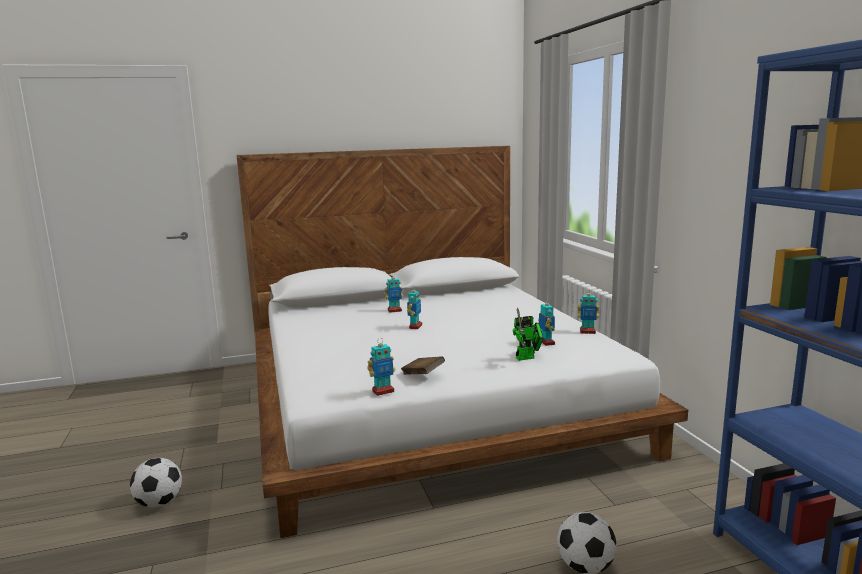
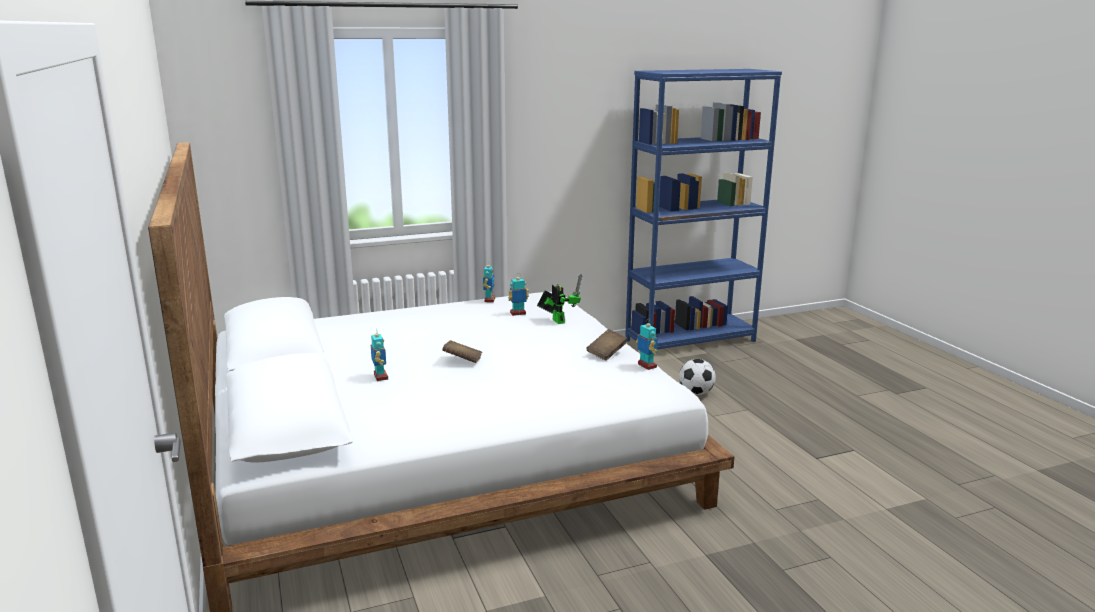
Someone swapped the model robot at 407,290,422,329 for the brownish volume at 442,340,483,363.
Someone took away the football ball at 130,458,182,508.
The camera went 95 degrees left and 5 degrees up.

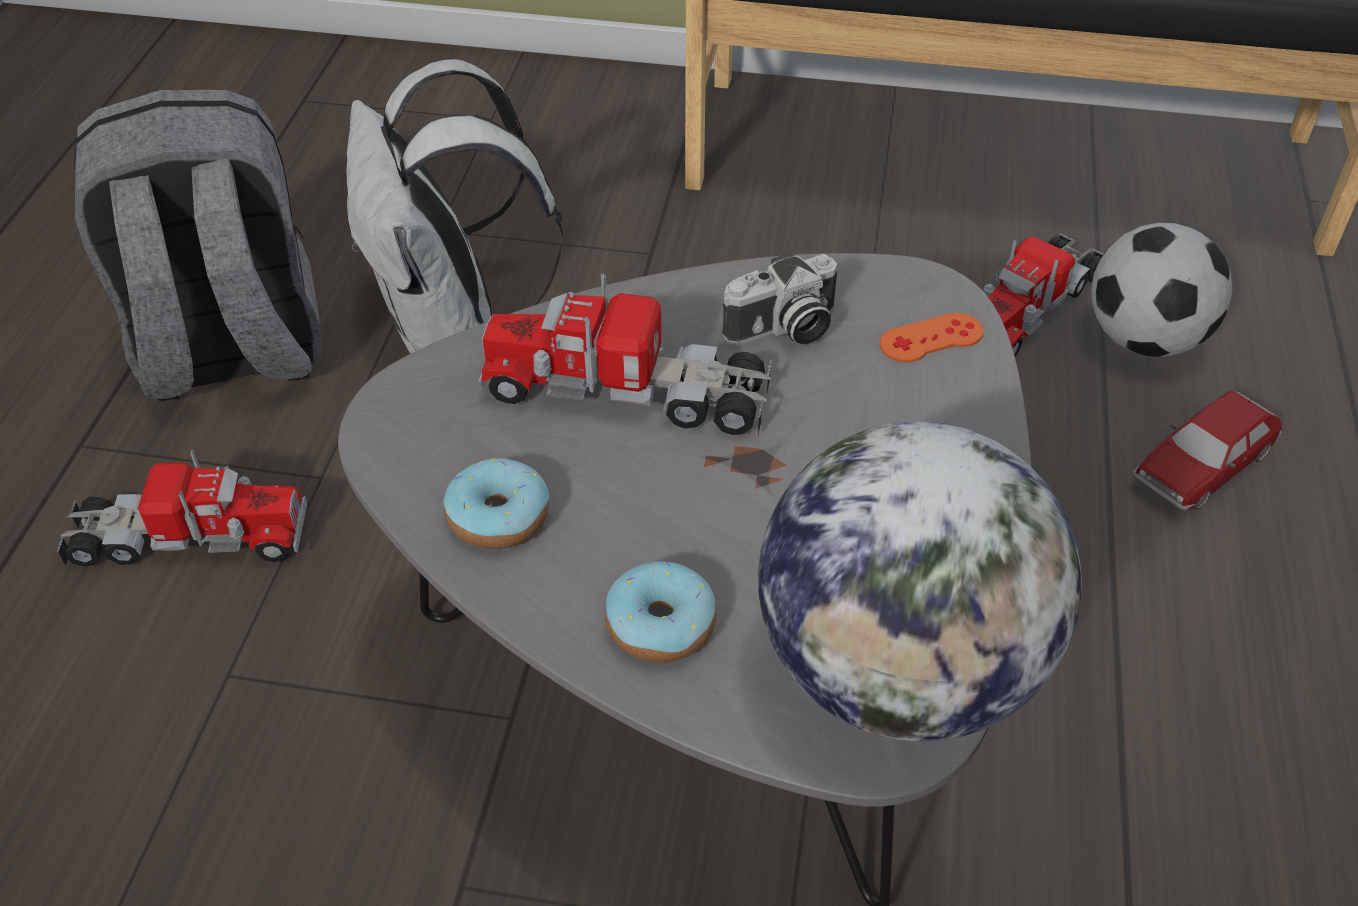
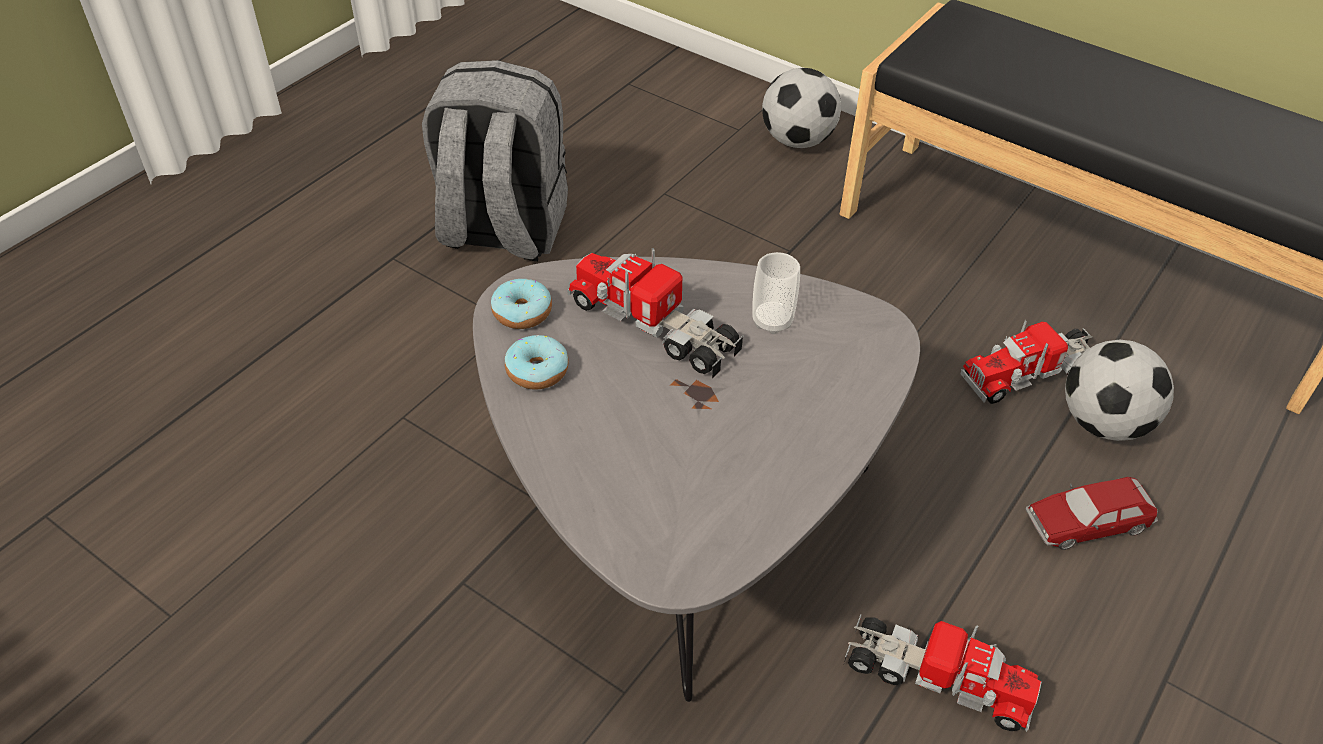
Someone took away the white-coloured knapsack at 347,59,564,354.
Someone swapped the photo camera at 722,253,837,345 for the cup at 752,252,800,334.
Someone took away the orangey game controller at 880,313,983,362.
Someone took away the desk globe at 758,421,1082,742.
Someone carried the model truck from 57,449,307,567 to 844,615,1041,732.
Someone carried the ring doughnut from 605,561,717,662 to 491,279,552,329.
Someone put down the football ball at 762,68,841,148.
The camera went 25 degrees right and 0 degrees up.

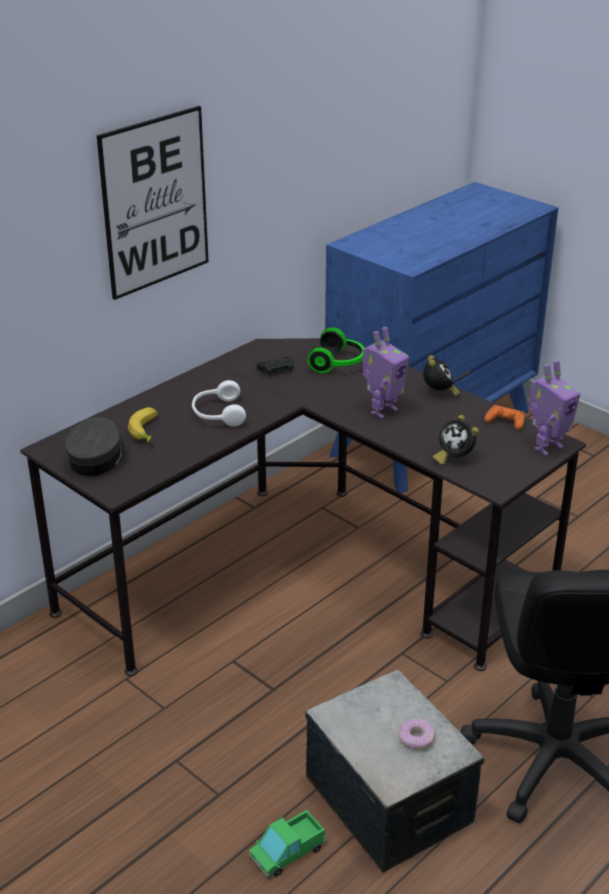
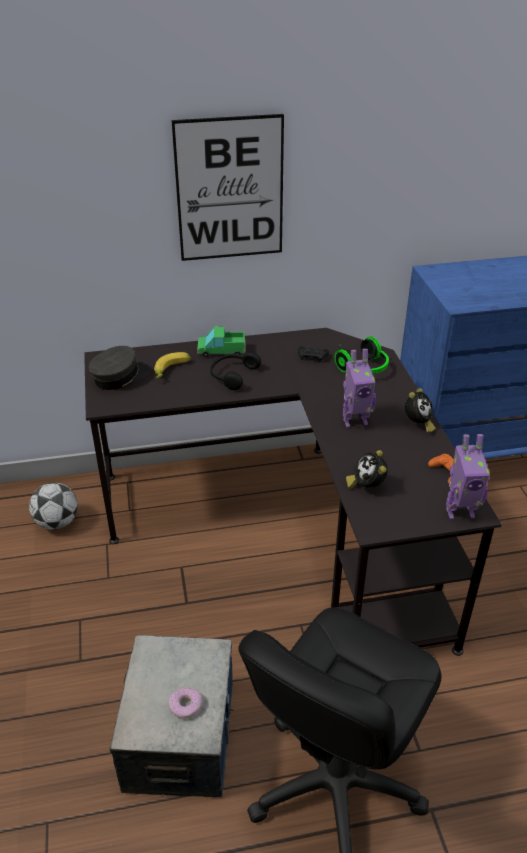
Someone repainted the white-coloured headset at 192,380,246,427, which became the black-coloured headset at 210,352,261,390.
Someone carried the model truck from 248,810,326,878 to 197,326,245,357.
Someone put down the football ball at 29,482,78,530.
The camera went 35 degrees right and 5 degrees up.

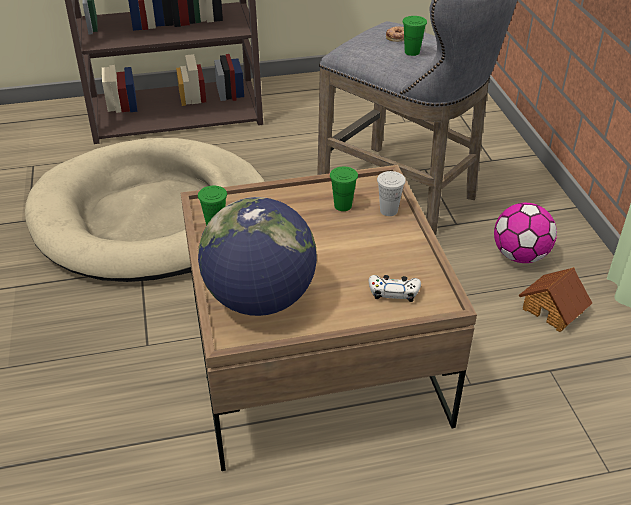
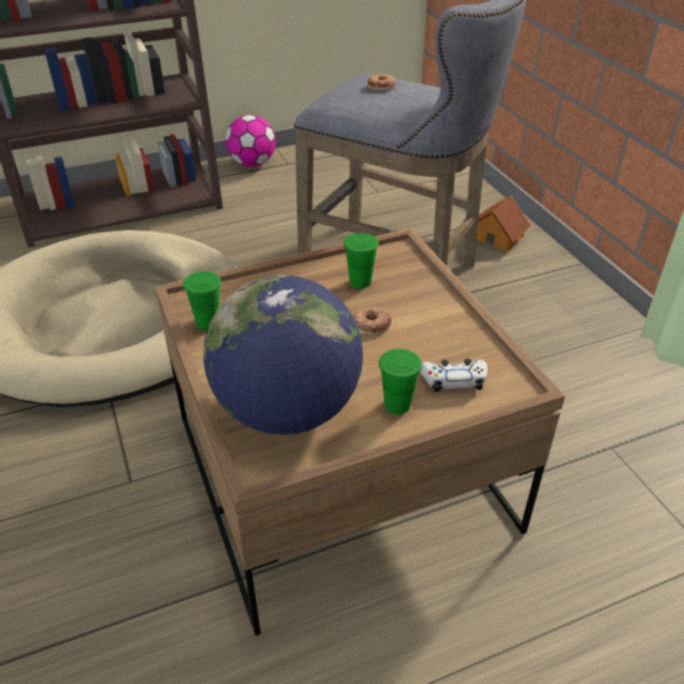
Someone carried the greenish cup from 403,16,427,56 to 379,349,422,414.
Someone took away the white-coloured cup at 377,171,406,216.
Someone carried the football ball from 494,203,557,263 to 225,115,276,167.
Someone carried the toy house from 519,267,592,332 to 476,195,531,252.
Someone put down the ring doughnut at 353,305,391,336.
The camera went 10 degrees left and 0 degrees up.

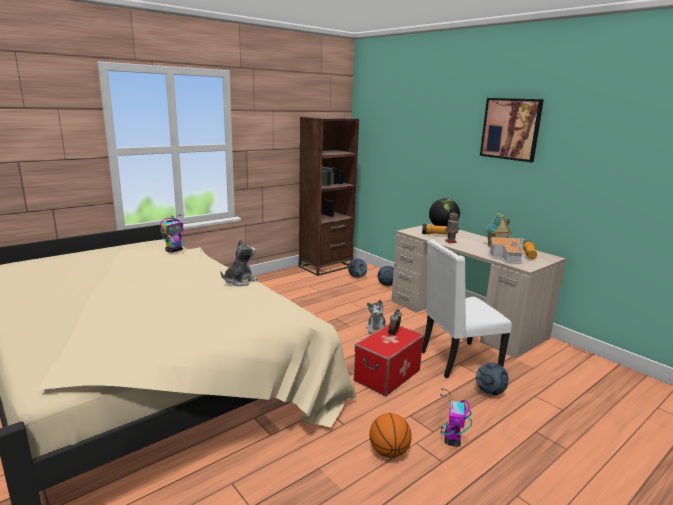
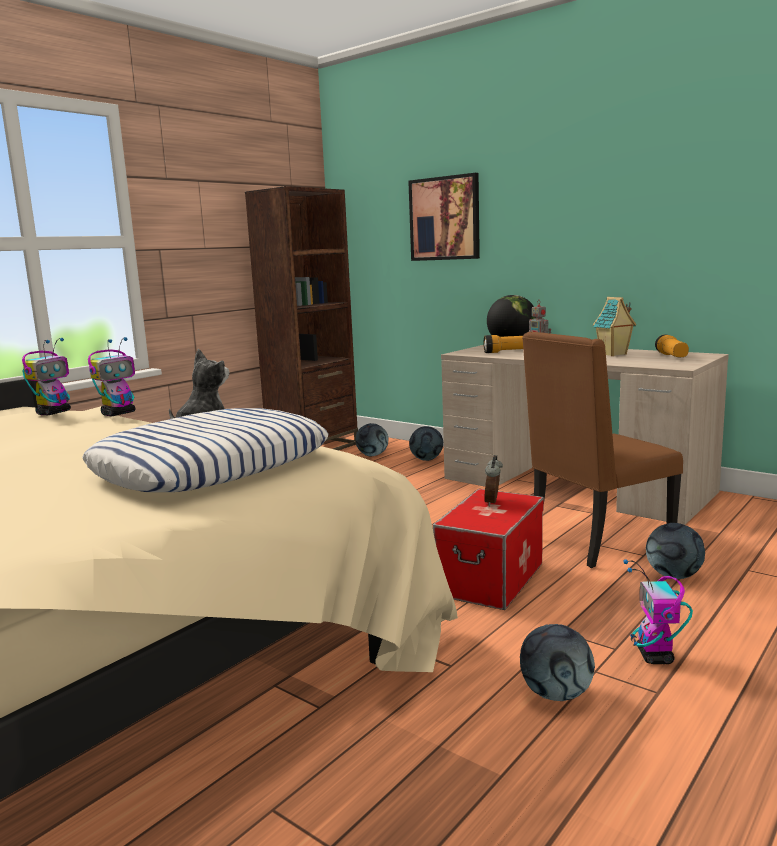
Someone carried the wall picture from 480,98,544,162 to 408,173,480,261.
Someone took away the toy house at 488,237,526,264.
Someone repainted the white-coloured upright chair at 422,239,512,378, which became the brownish upright chair at 522,332,683,568.
Someone took away the cuddly toy at 366,300,386,334.
Someone swapped the basketball at 369,413,412,458 for the football ball at 520,624,595,701.
Someone put down the model robot at 88,337,136,416.
Someone put down the throw pillow at 82,408,328,492.
The camera went 10 degrees left and 5 degrees down.

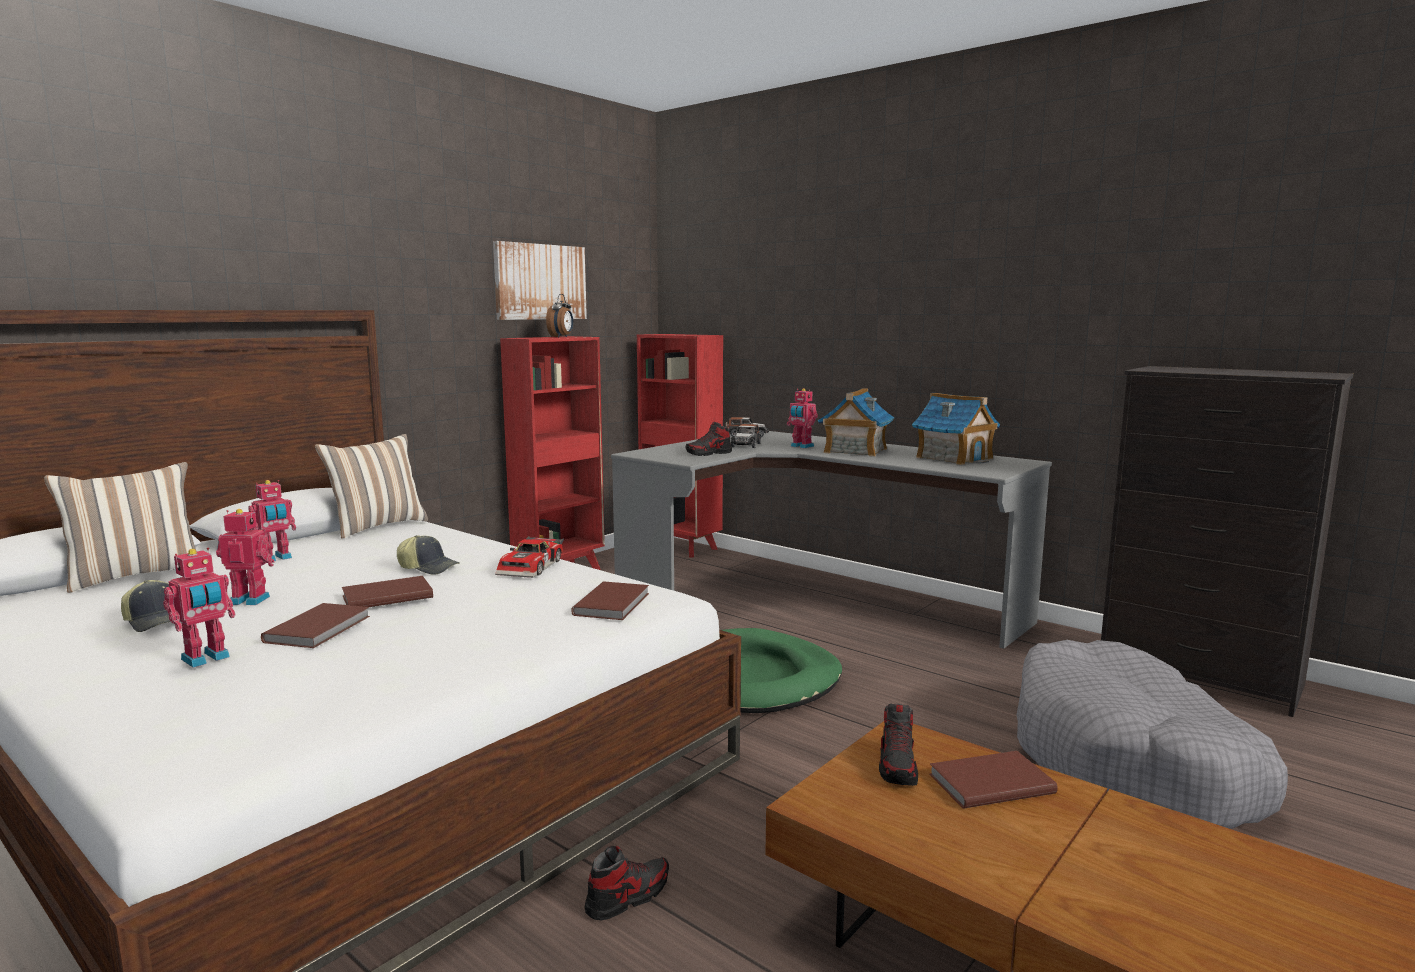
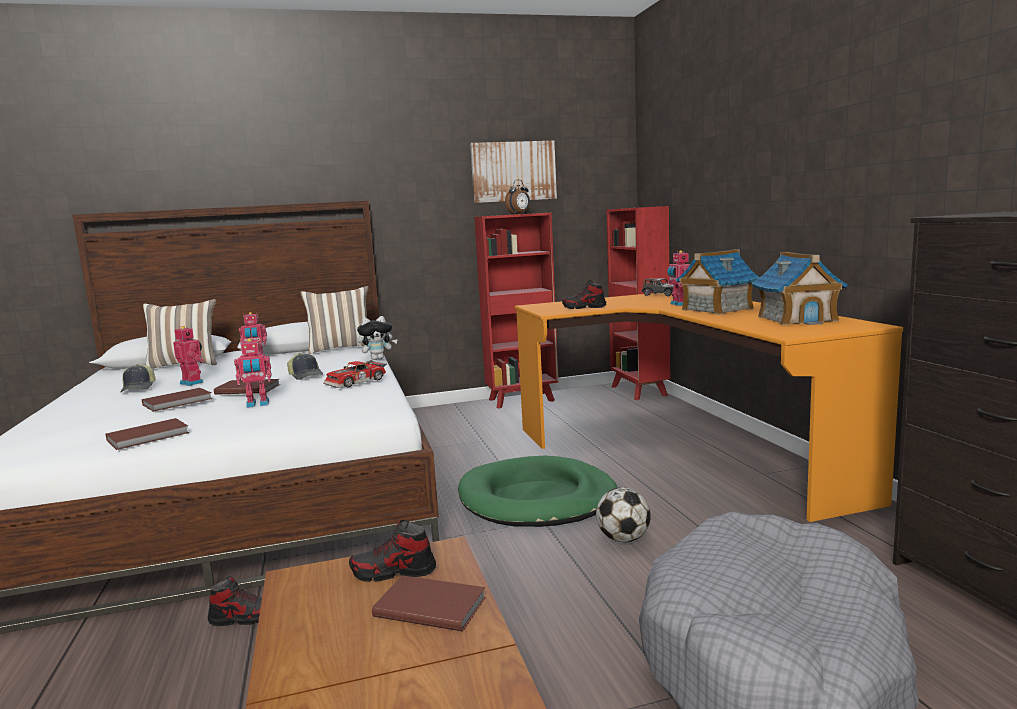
Someone took away the miniature car at 731,424,761,448.
Someone repainted the grey desk at 611,431,1052,649, which became the orangey desk at 515,293,903,522.
Someone carried the model robot from 163,548,235,668 to 234,338,271,408.
Someone carried the brownish volume from 571,581,649,620 to 106,418,189,450.
Someone rotated the low shoe at 879,704,918,786 by 45 degrees clockwise.
Someone put down the cuddly toy at 357,316,398,360.
Someone put down the football ball at 596,487,651,543.
The camera went 35 degrees right and 0 degrees up.

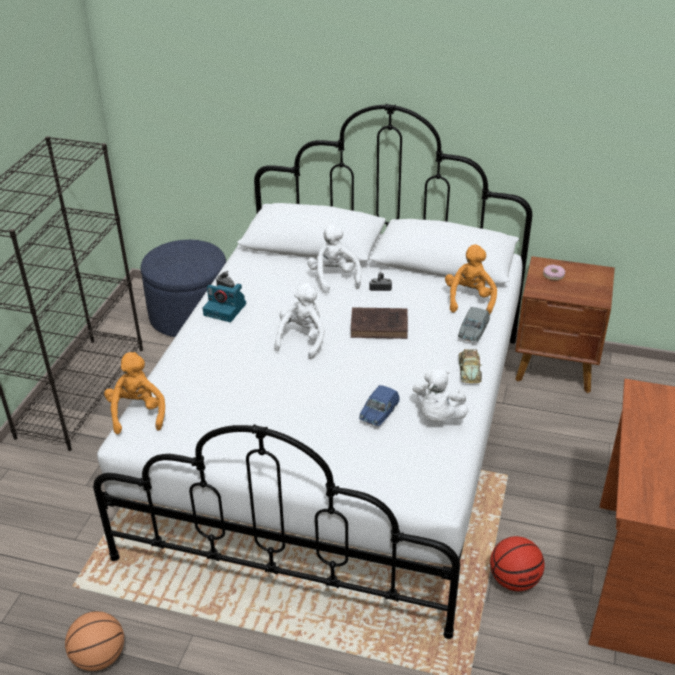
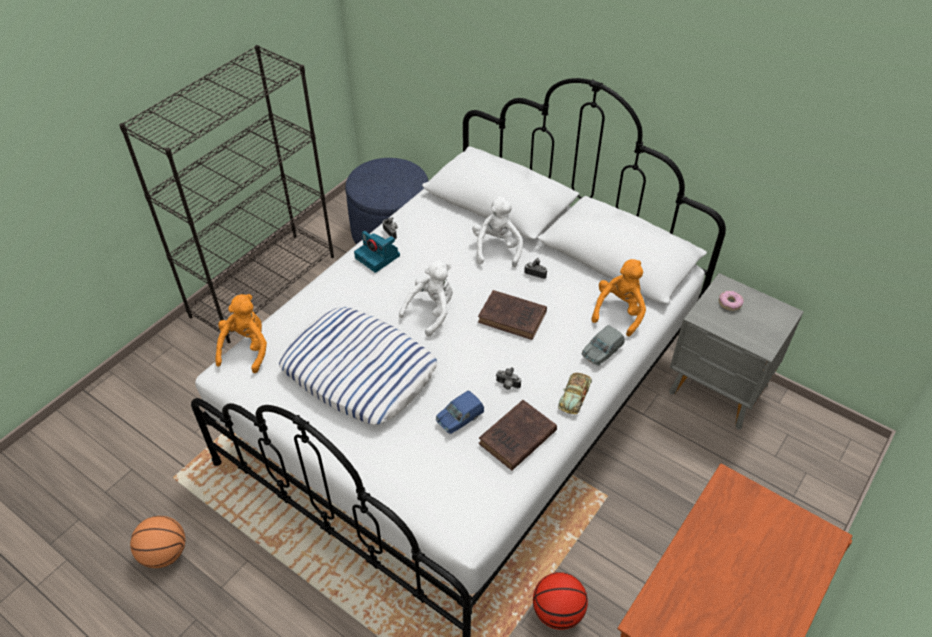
Someone repainted the brownish night table at 515,256,615,393, which became the grey night table at 669,273,804,430.
Someone swapped the white-coloured cuddly toy at 412,368,468,422 for the brownish volume at 479,400,557,471.
Someone put down the throw pillow at 279,307,437,425.
Someone put down the photo camera at 496,367,521,390.
The camera went 20 degrees right and 10 degrees up.

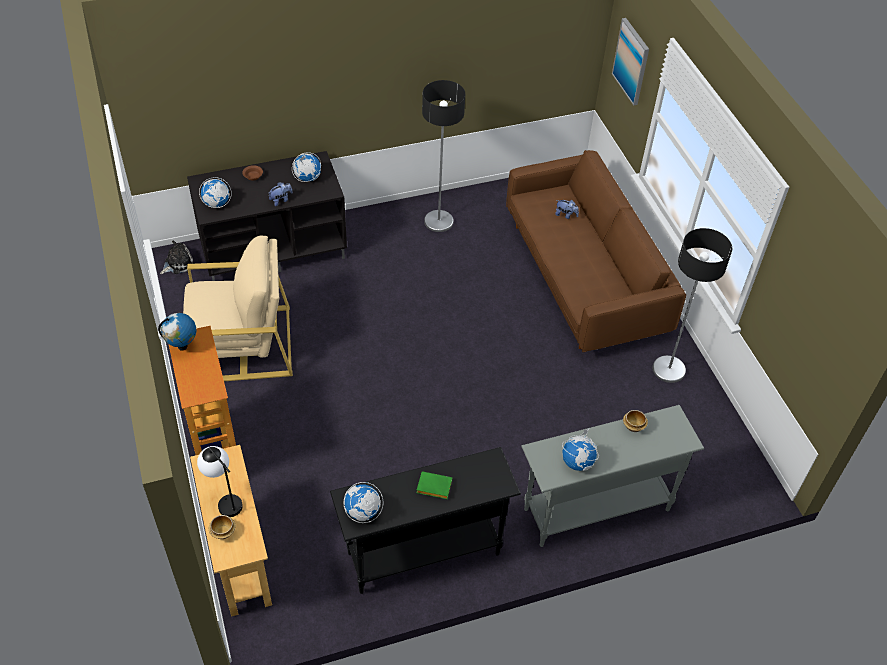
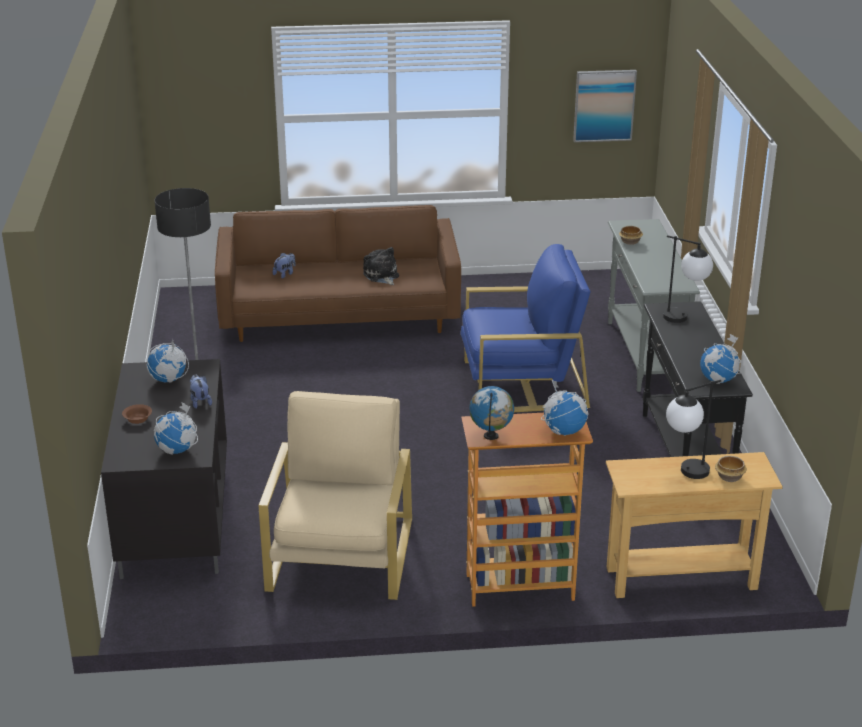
Someone carried the wall picture from 612,18,649,106 to 573,70,637,142.
Someone took away the floor lamp at 653,228,732,383.
Someone carried the cuddly toy from 160,240,195,274 to 363,247,399,285.
Someone carried the desk globe from 562,428,599,471 to 541,380,588,436.
Someone took away the greenish volume at 417,471,452,499.
Someone put down the table lamp at 663,235,713,323.
Someone put down the bluish armchair at 461,244,591,412.
The camera went 75 degrees left and 20 degrees down.

